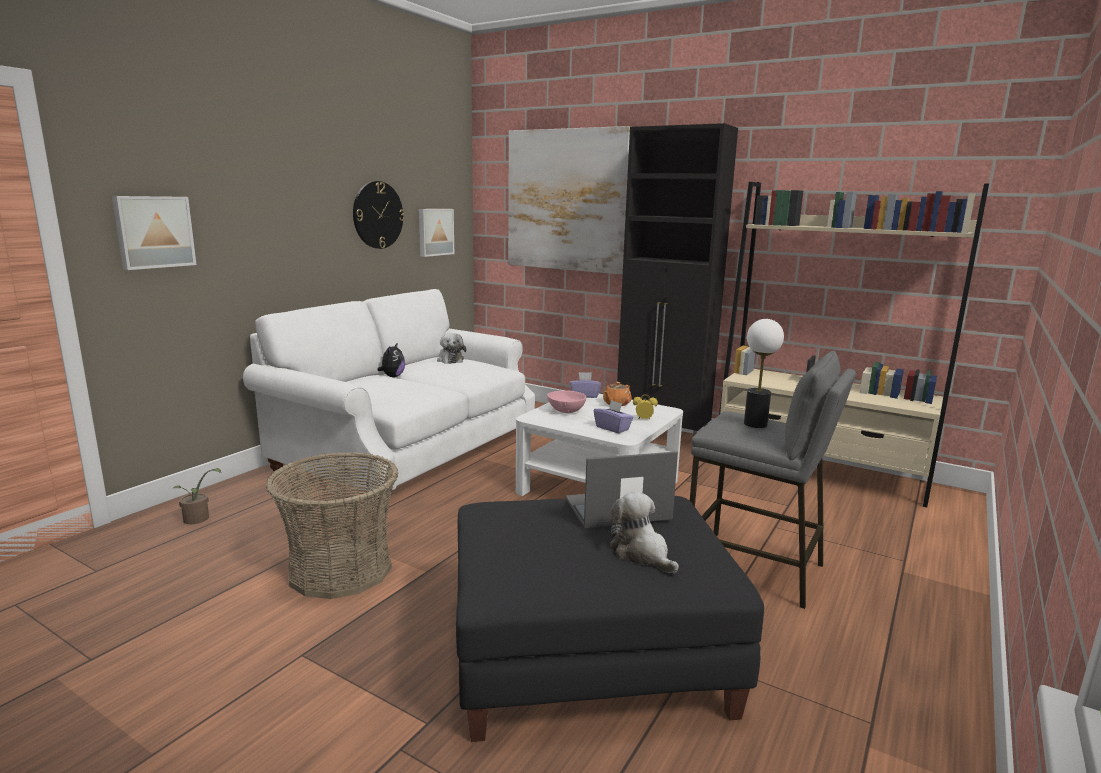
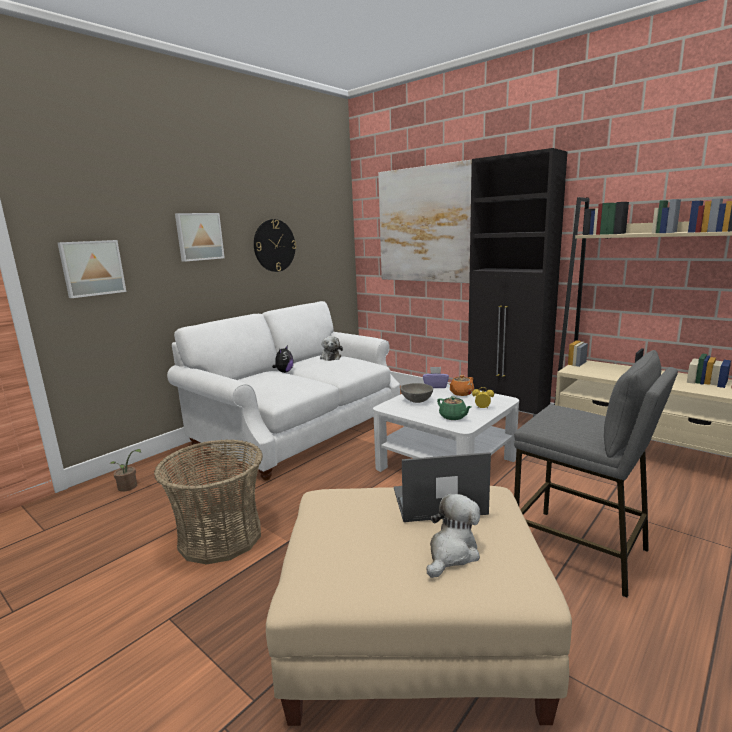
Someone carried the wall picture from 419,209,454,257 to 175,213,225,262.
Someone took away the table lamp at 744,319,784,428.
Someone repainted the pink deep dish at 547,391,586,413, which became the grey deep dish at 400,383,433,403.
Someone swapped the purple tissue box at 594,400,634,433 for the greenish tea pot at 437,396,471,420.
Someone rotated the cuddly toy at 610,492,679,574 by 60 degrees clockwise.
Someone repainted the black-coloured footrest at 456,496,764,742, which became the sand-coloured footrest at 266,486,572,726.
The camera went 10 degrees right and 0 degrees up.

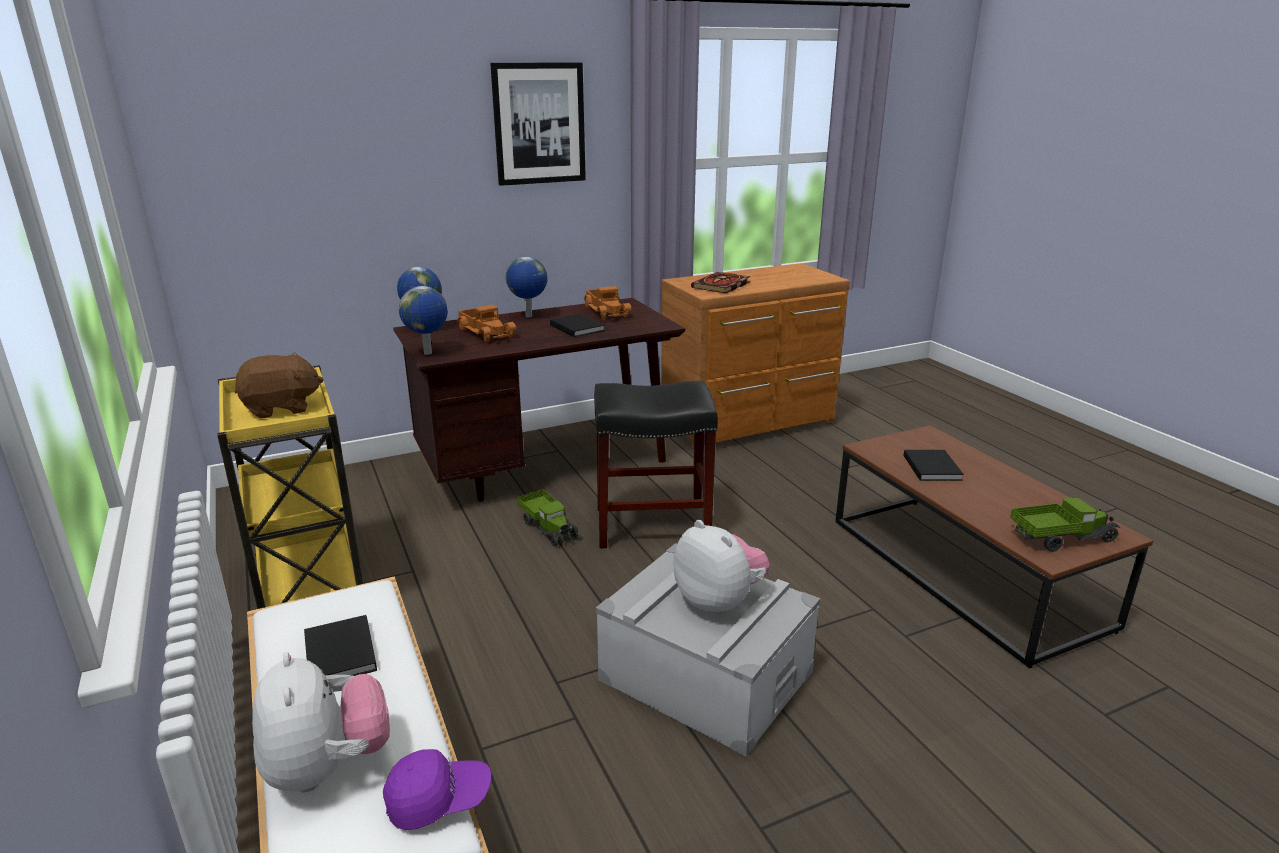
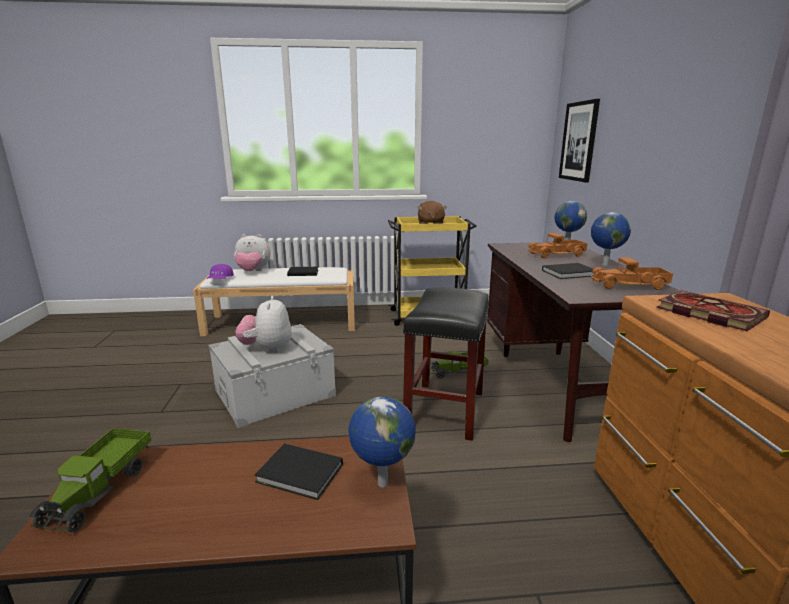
Someone carried the wall picture from 490,62,586,186 to 559,99,600,182.
Someone carried the desk globe from 399,286,447,355 to 348,396,416,487.
Someone rotated the cuddly toy at 674,520,770,616 by 105 degrees clockwise.
The camera went 110 degrees right and 5 degrees down.

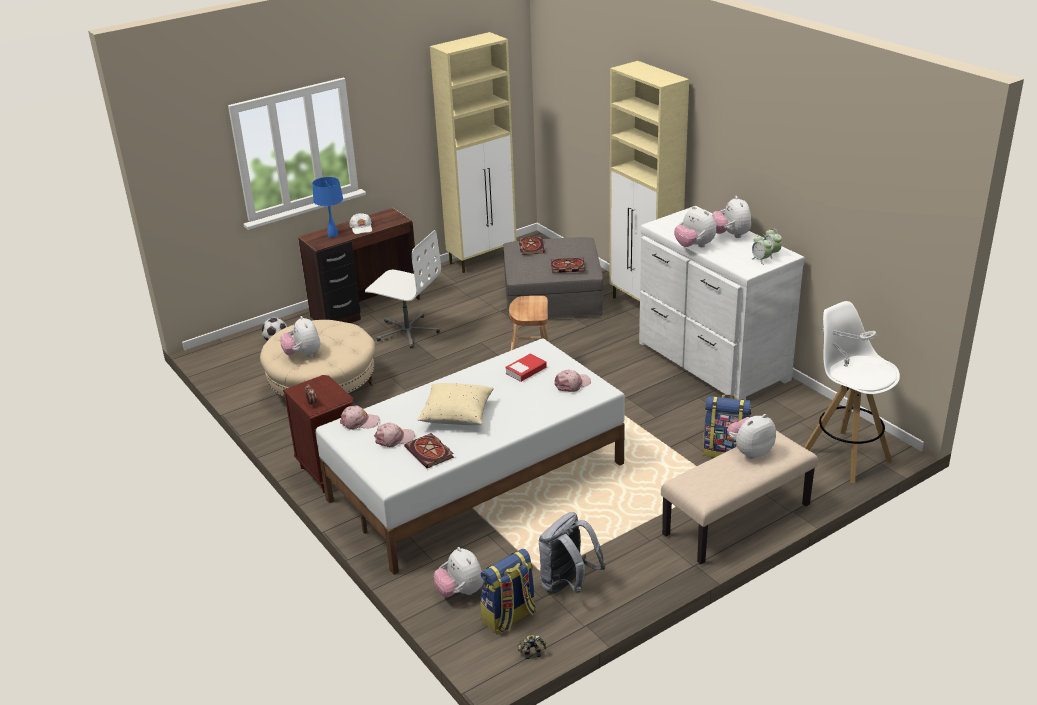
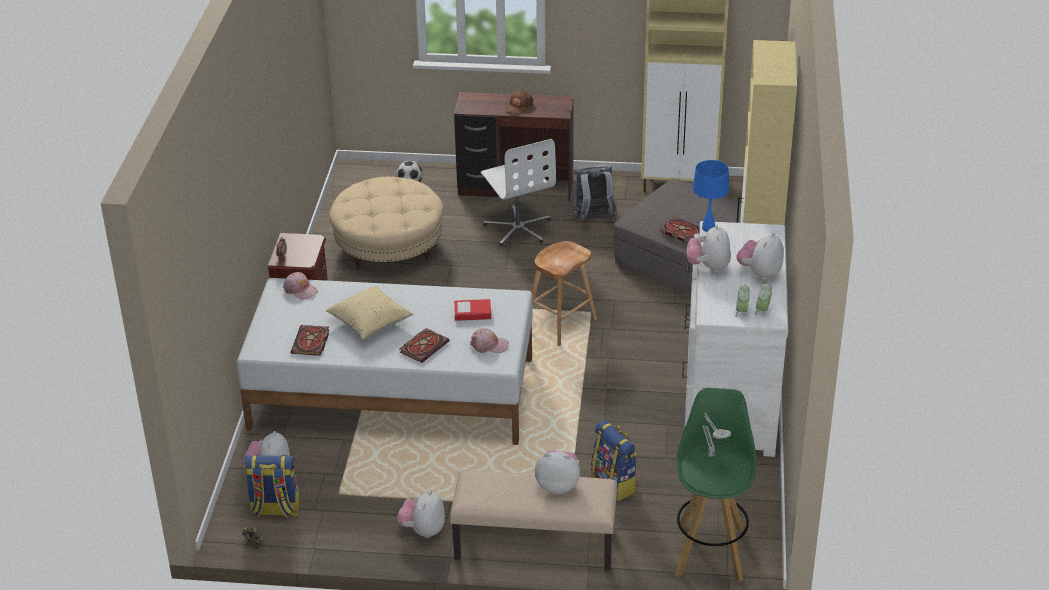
Someone carried the bluish table lamp from 312,177,343,237 to 692,160,729,232.
Someone repainted the white-coloured cap at 349,213,372,234, which became the brownish cap at 506,91,533,115.
Someone carried the volume from 519,237,545,255 to 400,328,449,363.
Someone repainted the white-coloured stool seat at 804,301,900,483, which became the greenish stool seat at 675,388,756,582.
Someone carried the cuddly toy from 280,316,320,357 to 397,491,445,538.
Someone took away the pink cap at 374,423,415,447.
Someone carried the grey knapsack from 539,512,606,593 to 573,165,617,220.
The camera went 40 degrees right and 5 degrees up.

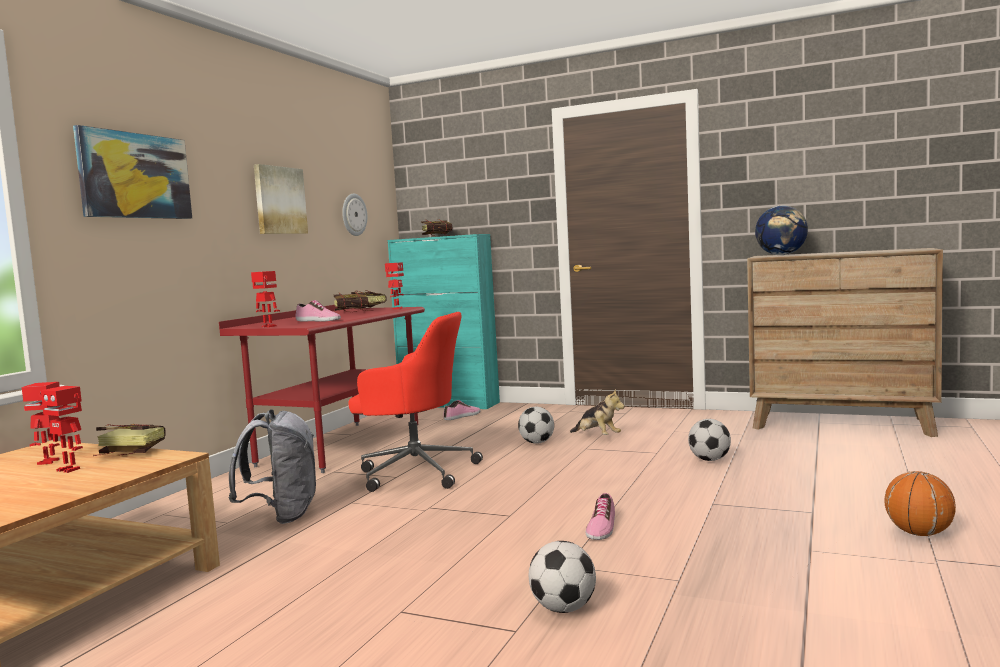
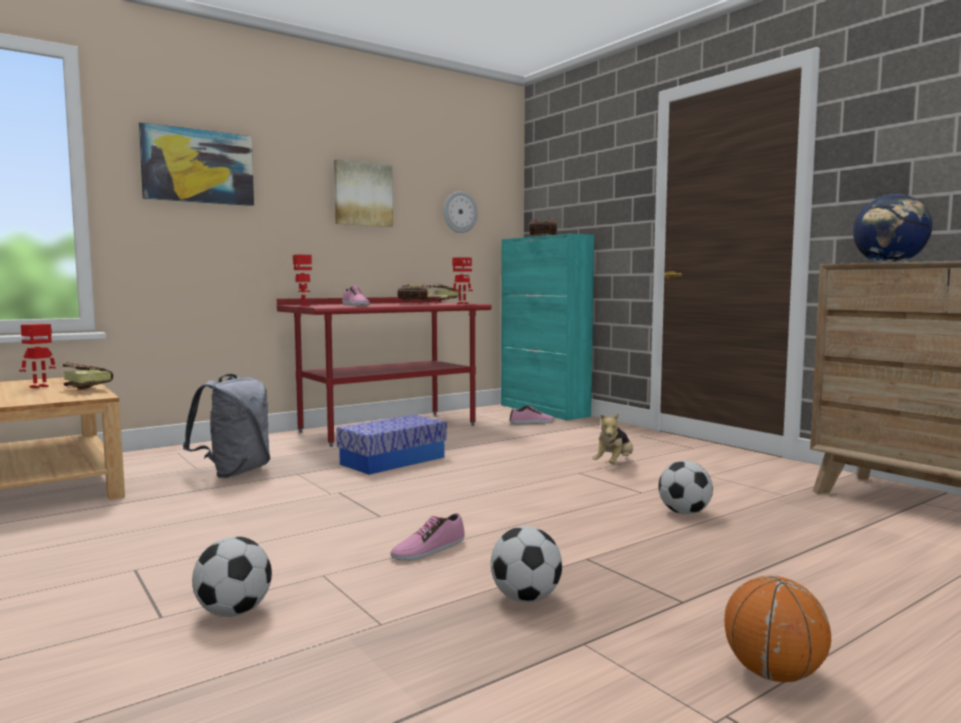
Someone swapped the reddish office chair at 348,312,483,492 for the storage box at 336,415,447,475.
Someone took away the model robot at 41,386,83,473.
Someone rotated the cuddly toy at 570,389,625,435 by 45 degrees clockwise.
Someone carried the football ball from 518,407,554,444 to 490,526,562,602.
The camera went 30 degrees right and 0 degrees up.

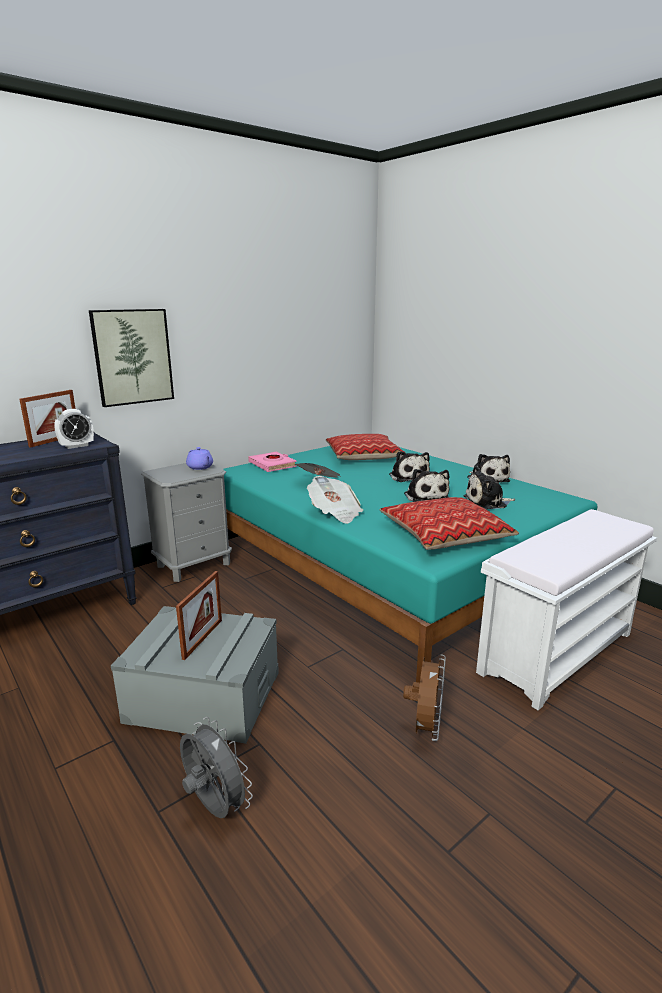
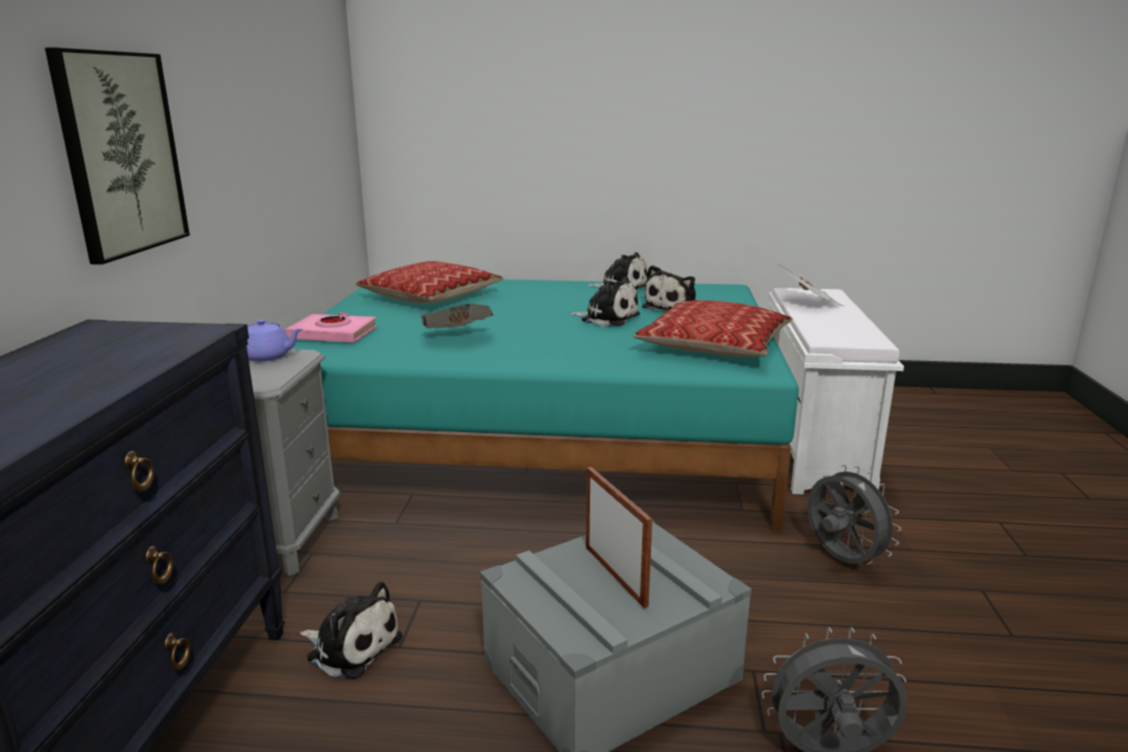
Someone took away the photo frame at 20,390,76,448.
Someone took away the bedside clock at 54,409,94,449.
Someone carried the cuddly toy from 389,451,430,482 to 300,581,402,679.
Someone carried the printed paper from 307,476,363,524 to 775,263,843,306.
Someone repainted the brownish electric fan at 403,654,446,741, which became the grey electric fan at 807,465,901,564.
The camera went 45 degrees left and 0 degrees up.

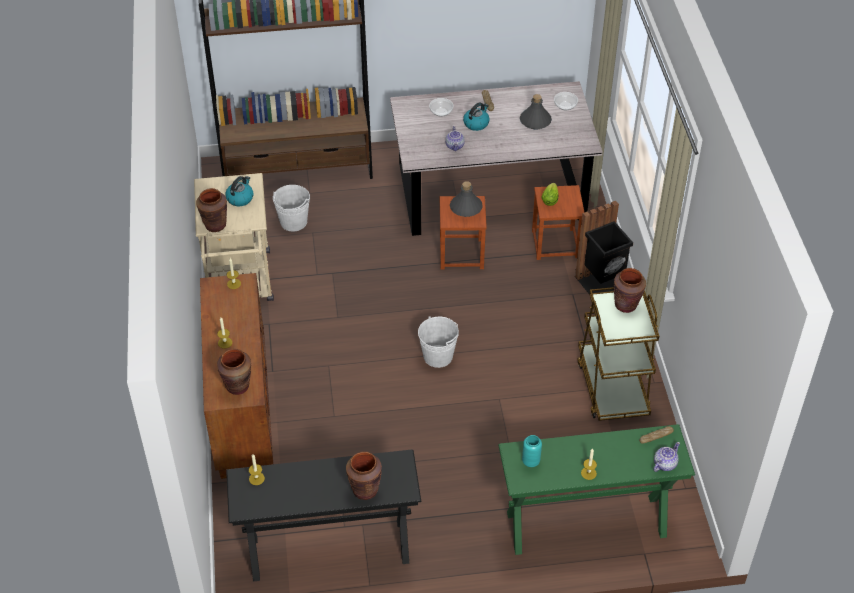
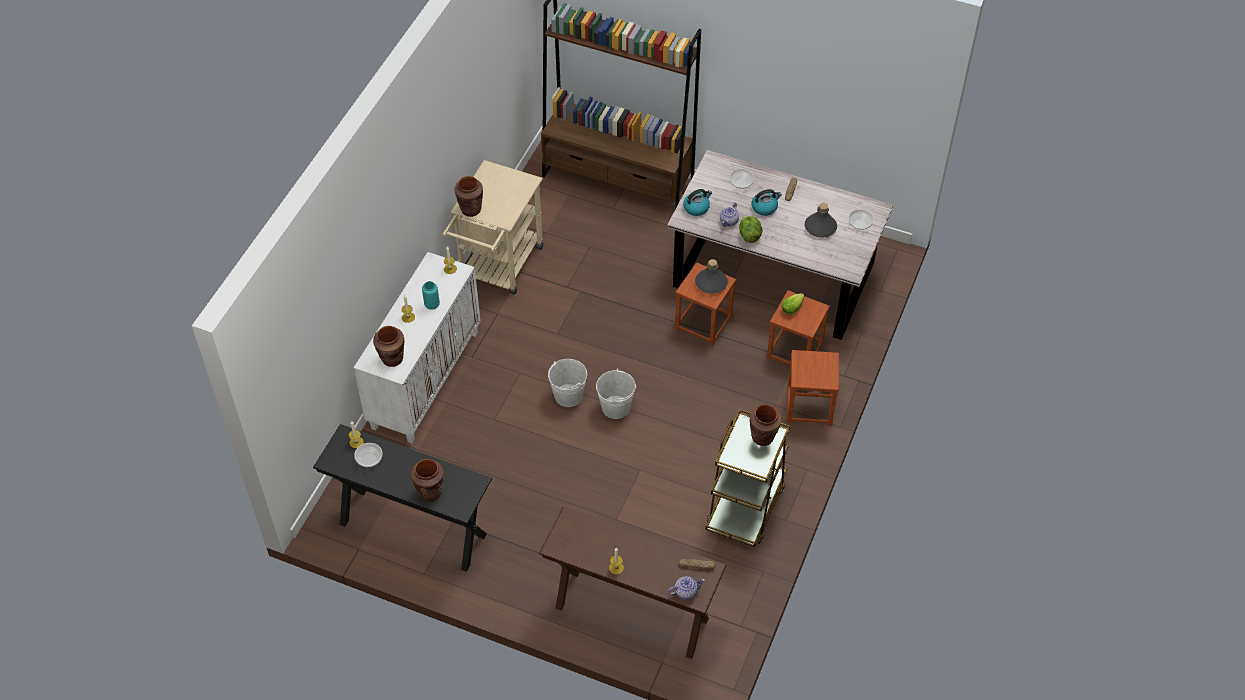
Someone carried the tea kettle from 225,176,253,206 to 683,189,712,216.
Someone carried the white-coloured bucket from 273,185,310,231 to 548,359,587,407.
Someone swapped the black-coloured rubbish bin at 575,201,633,293 for the brownish stool seat at 787,350,839,426.
Someone repainted the brownish cabinet at 200,273,273,479, which became the white-coloured cabinet at 354,252,481,443.
Someone repainted the greenish console table at 498,424,695,555, which became the brownish console table at 539,507,726,659.
Someone carried the turquoise-coloured flower vase from 522,435,542,467 to 422,281,440,310.
Someone put down the head of lettuce at 739,216,763,243.
Someone put down the deep dish at 354,443,383,467.
The camera went 30 degrees right and 5 degrees up.

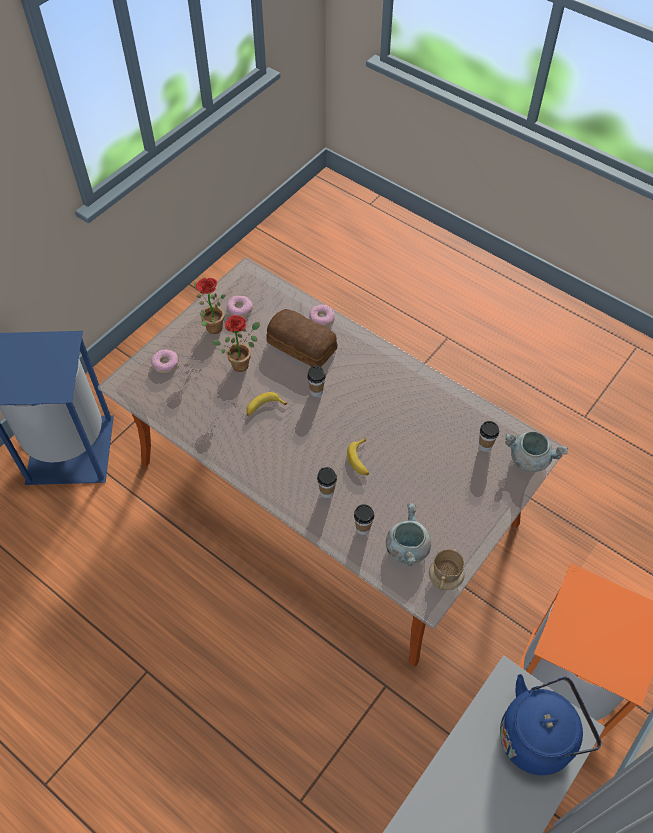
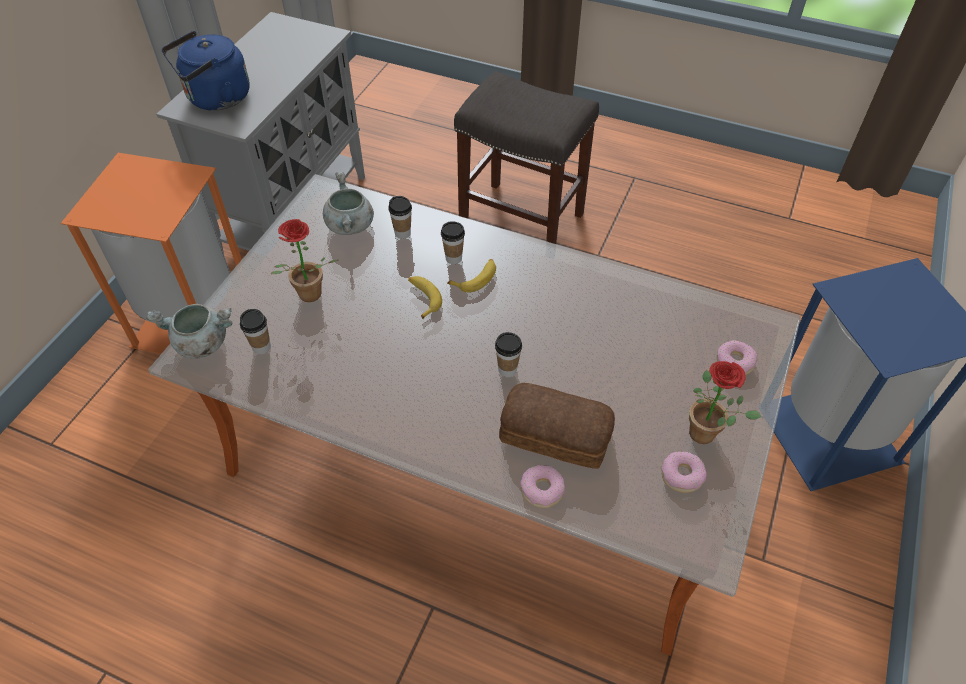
Someone carried the plant in a pot from 212,315,260,372 to 271,219,338,302.
Someone carried the banana from 246,392,287,416 to 447,259,496,292.
Someone took away the sand-coloured coffee mug at 429,549,465,590.
Someone put down the grey stool seat at 454,71,599,244.
The camera went 165 degrees right and 5 degrees down.

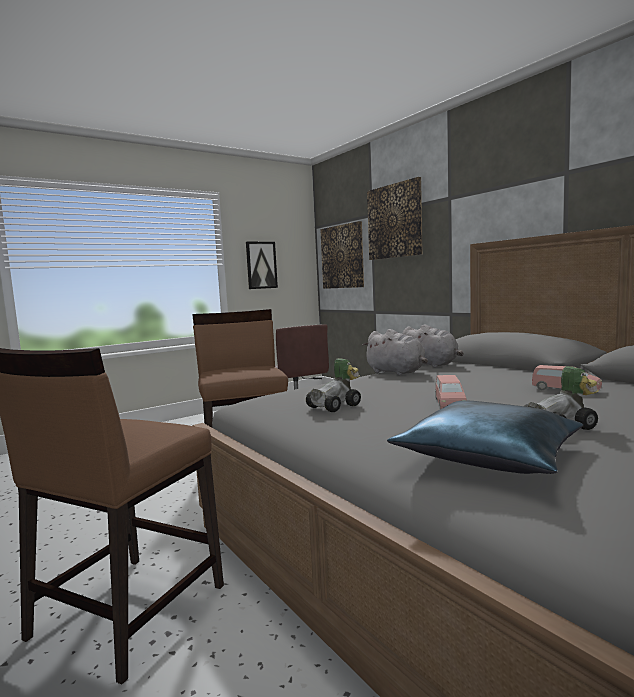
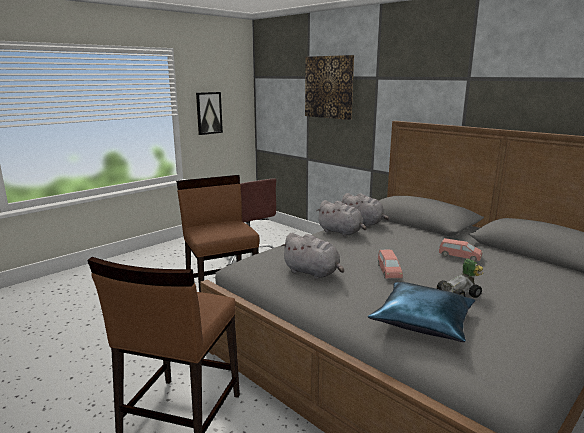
Someone took away the wall picture at 320,221,364,289.
Someone swapped the miniature car at 306,358,361,412 for the grey cuddly toy at 281,232,344,279.
The camera went 10 degrees left and 10 degrees up.

